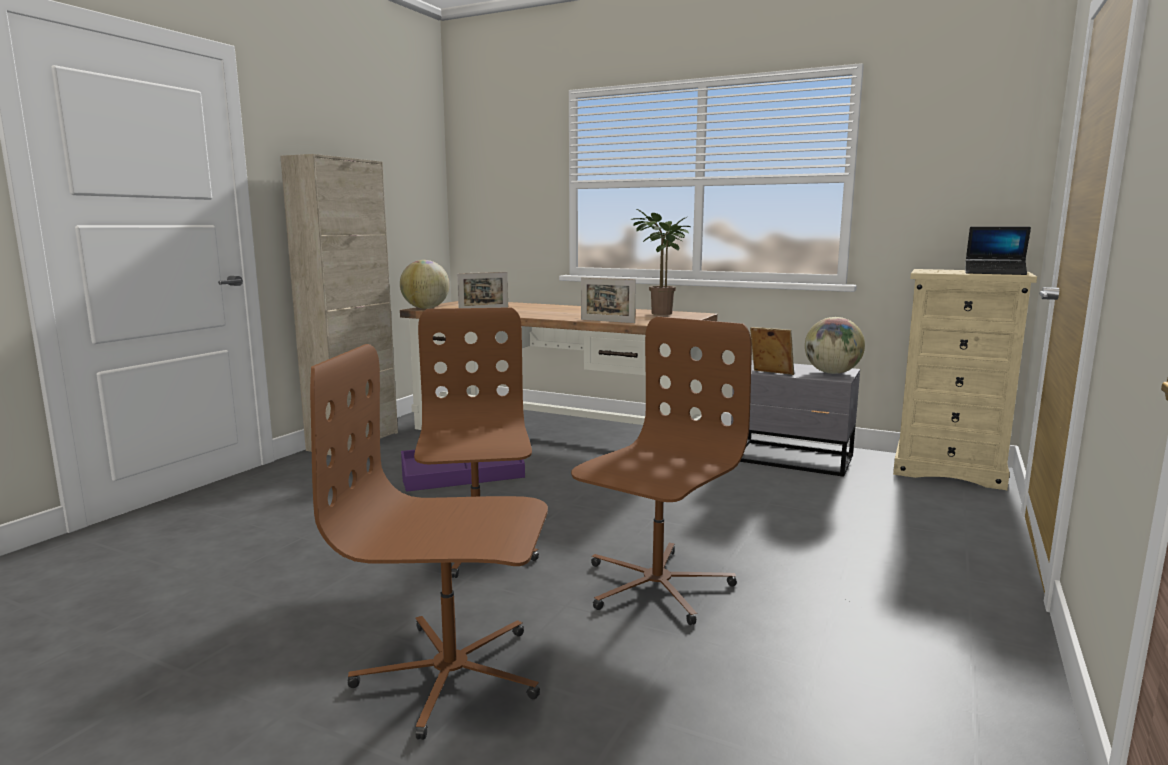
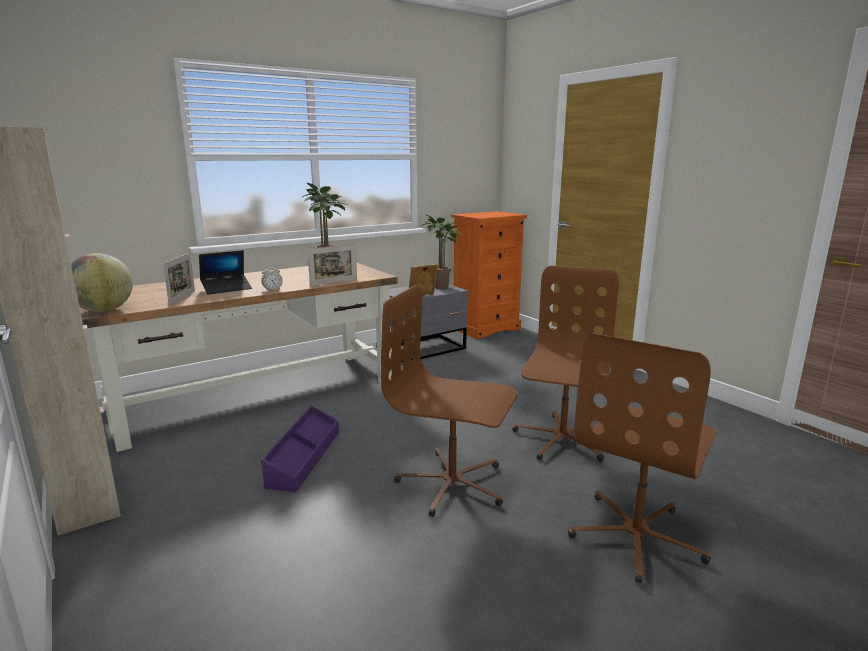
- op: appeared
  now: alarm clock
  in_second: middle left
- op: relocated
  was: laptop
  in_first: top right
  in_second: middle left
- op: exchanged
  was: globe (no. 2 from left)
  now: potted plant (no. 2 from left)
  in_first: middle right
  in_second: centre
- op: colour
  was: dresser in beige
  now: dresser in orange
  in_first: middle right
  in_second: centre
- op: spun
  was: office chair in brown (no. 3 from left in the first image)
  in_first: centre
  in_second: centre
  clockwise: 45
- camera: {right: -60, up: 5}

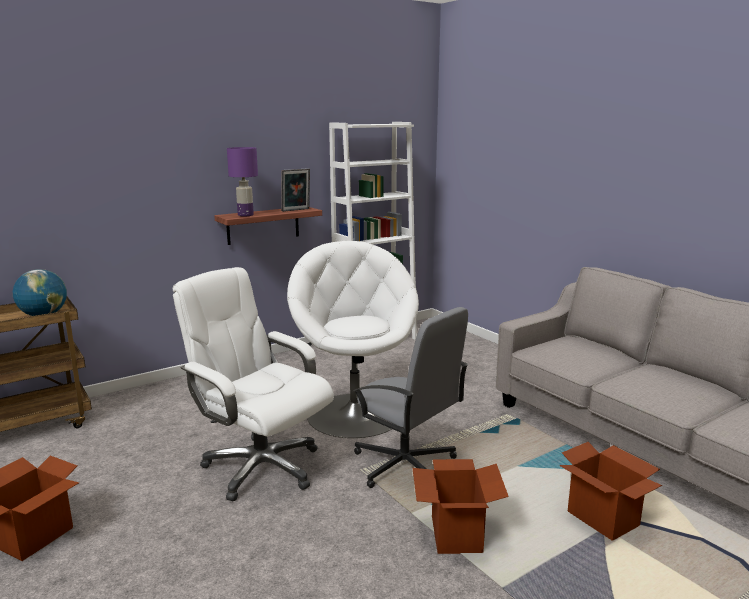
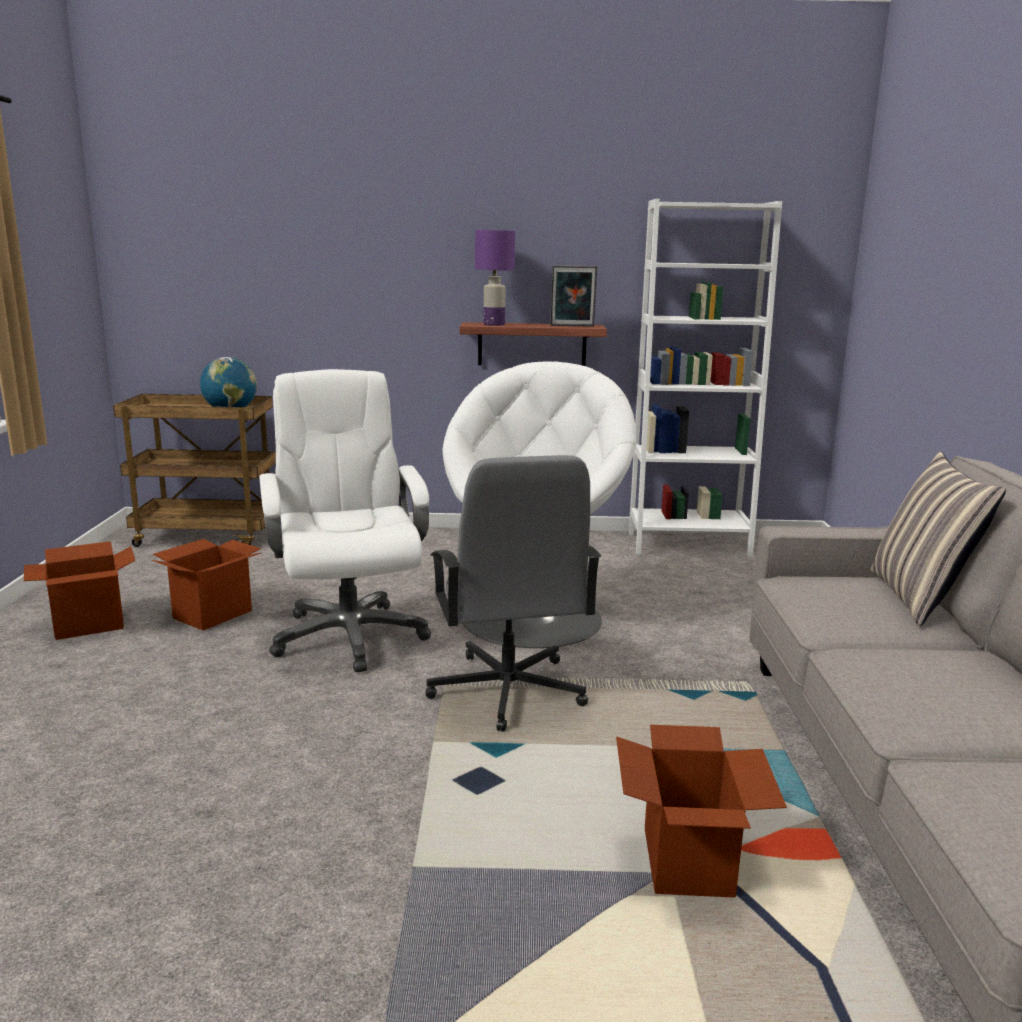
- op: appeared
  now: pillow
  in_second: middle right
- op: relocated
  was: cardboard box (no. 2 from left)
  in_first: bottom centre
  in_second: middle left
- camera: {right: 35, up: 0}

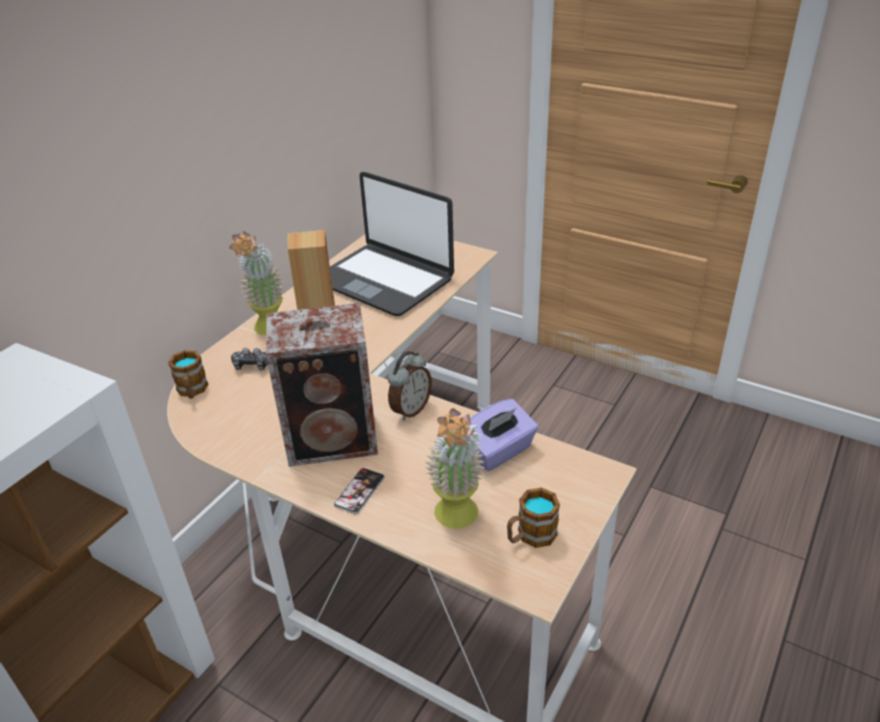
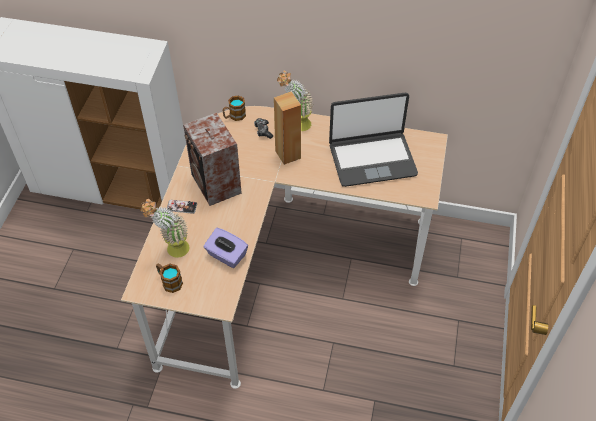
- op: missing
  was: alarm clock
  in_first: centre
- op: spun
  was: laptop
  in_first: centre
  in_second: top centre
  clockwise: -120
- camera: {right: 70, up: 15}

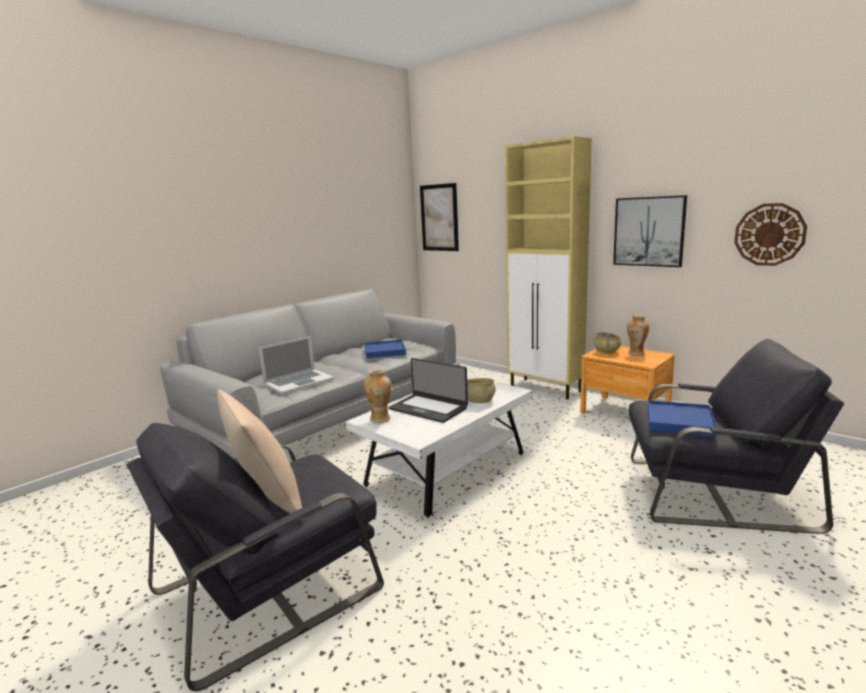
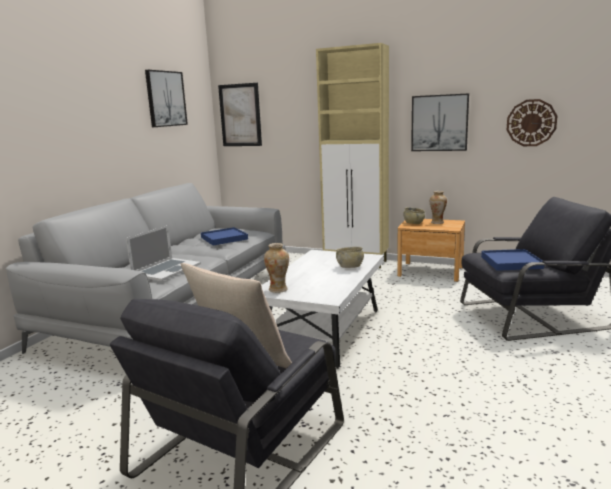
- op: missing
  was: laptop (no. 2 from left)
  in_first: centre
- op: appeared
  now: picture (no. 1 from left)
  in_second: top left
- camera: {right: -20, up: 0}

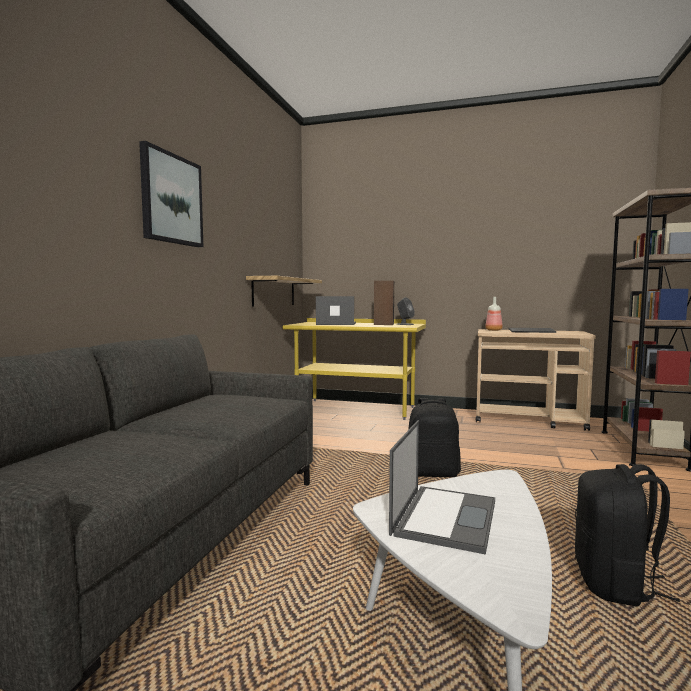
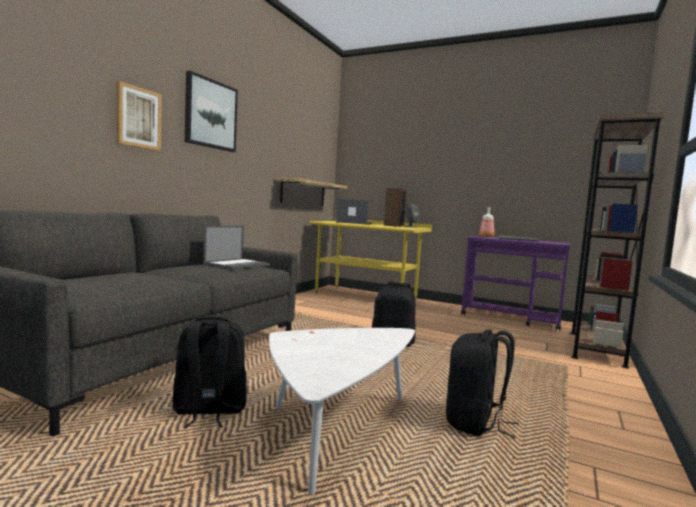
- op: appeared
  now: picture (no. 1 from left)
  in_second: top left
- op: appeared
  now: backpack in black (no. 1 from left)
  in_second: bottom left
- op: relocated
  was: laptop (no. 2 from left in the first image)
  now: laptop (no. 1 from left)
  in_first: bottom centre
  in_second: centre
- op: colour
  was: cart in beige
  now: cart in purple
  in_first: middle right
  in_second: middle right
- camera: {right: 10, up: 0}

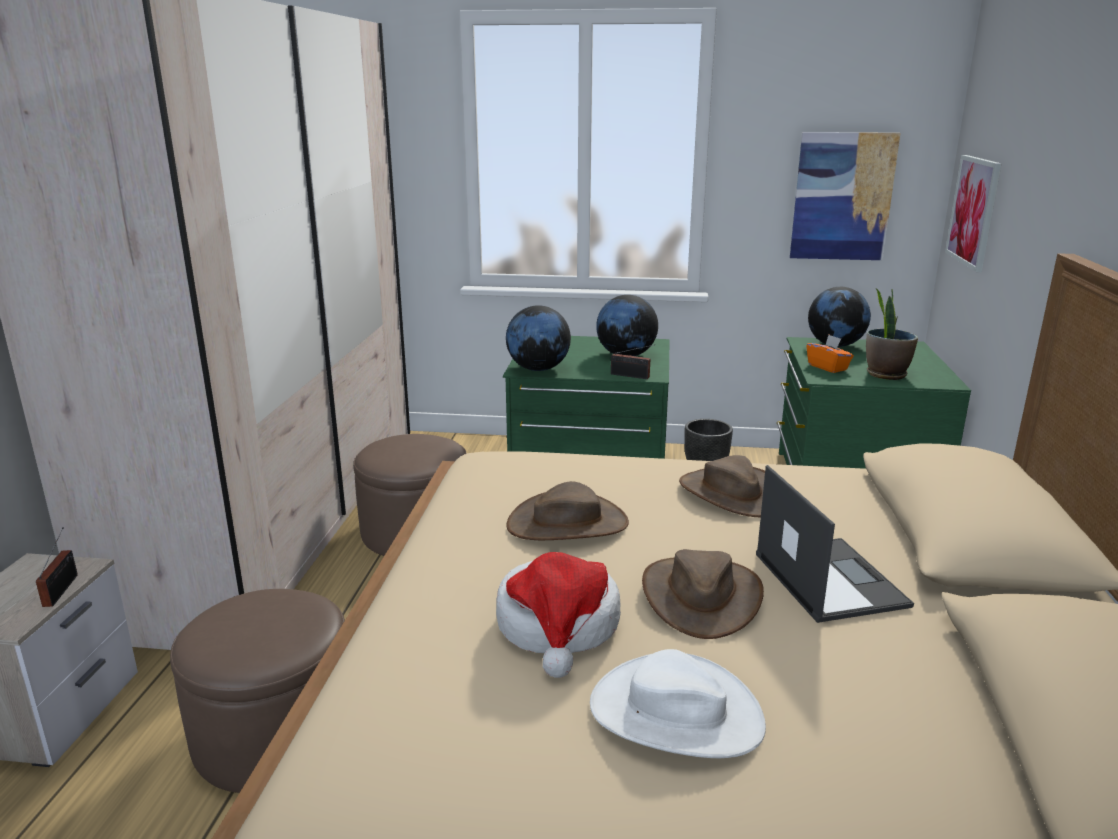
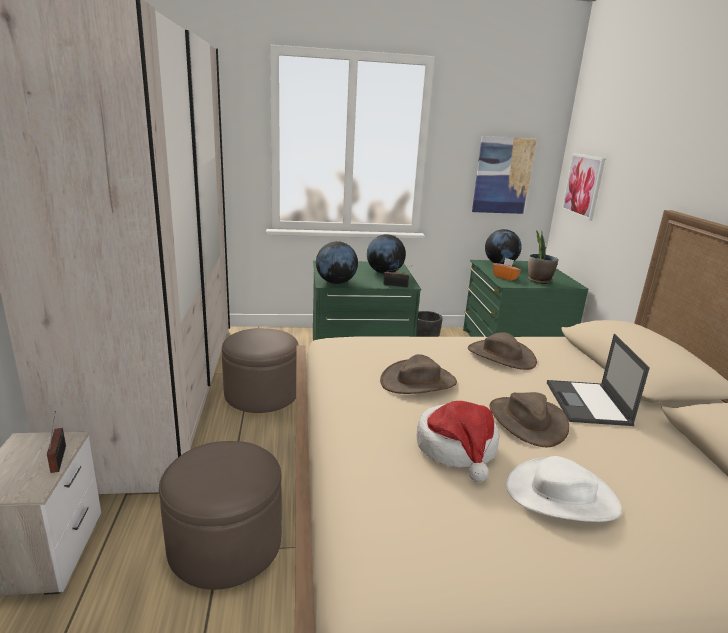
- op: spun
  was: laptop
  in_first: middle right
  in_second: middle right
  clockwise: -150
- camera: {right: -15, up: 0}

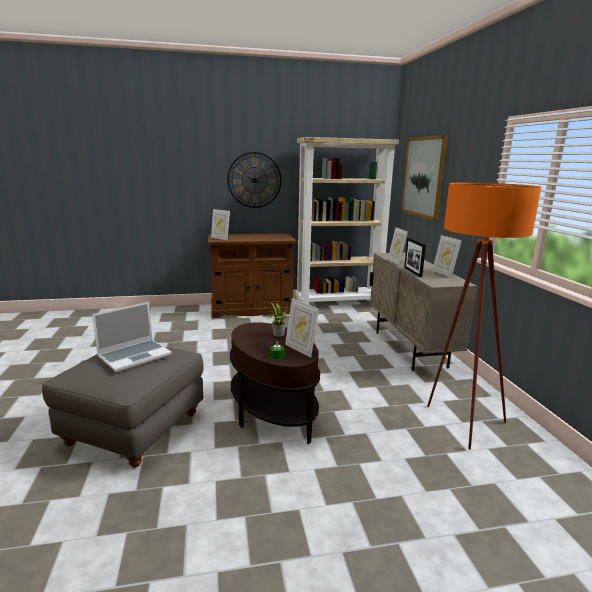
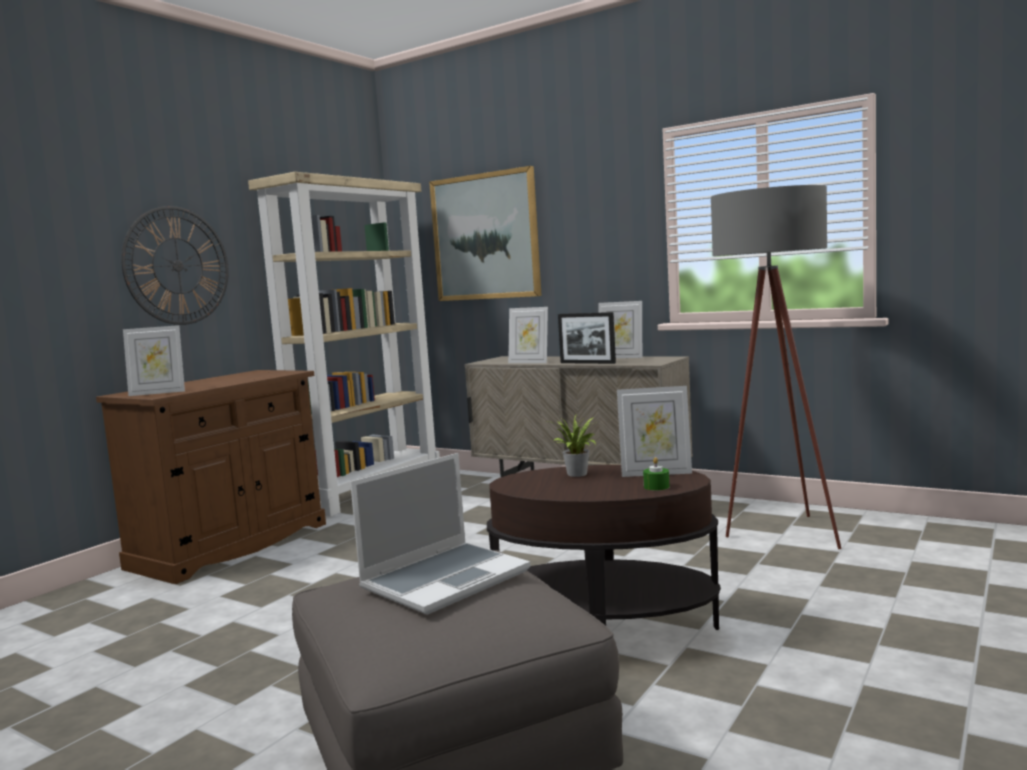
- op: colour
  was: floor lamp in orange
  now: floor lamp in grey
  in_first: middle right
  in_second: middle right
- op: spun
  was: laptop
  in_first: middle left
  in_second: bottom centre
  clockwise: 45
- camera: {right: -45, up: -10}

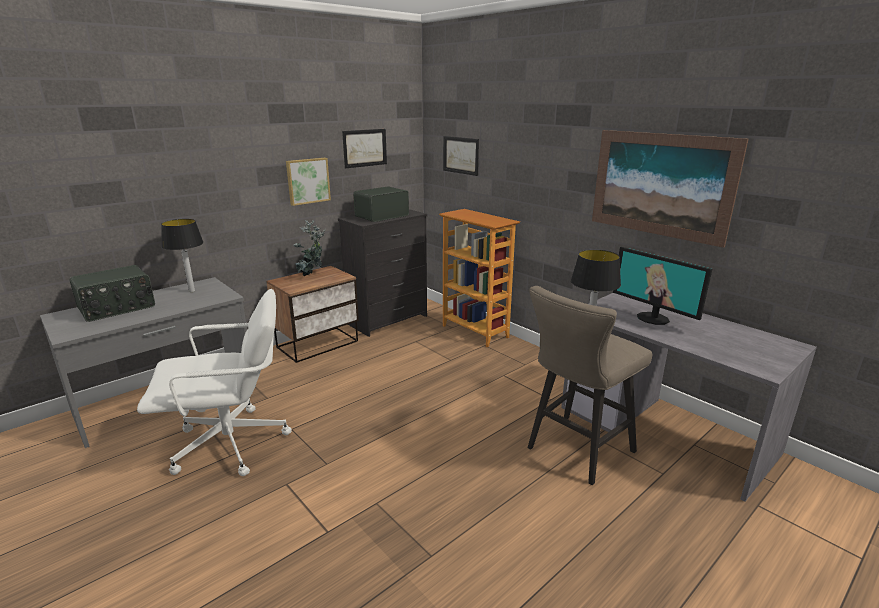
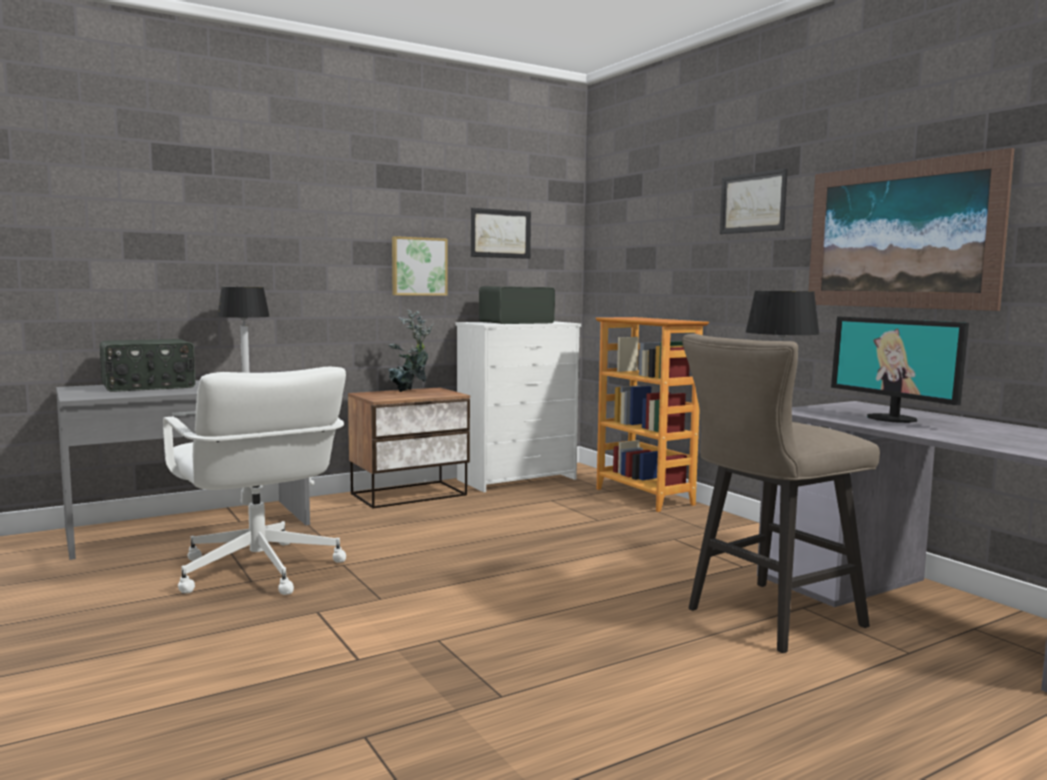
- op: relocated
  was: picture (no. 3 from left)
  in_first: top centre
  in_second: top right
- op: colour
  was: dresser in black
  now: dresser in white
  in_first: centre
  in_second: centre
- op: spun
  was: office chair in white
  in_first: middle left
  in_second: middle left
  clockwise: 60
- camera: {right: 10, up: -15}

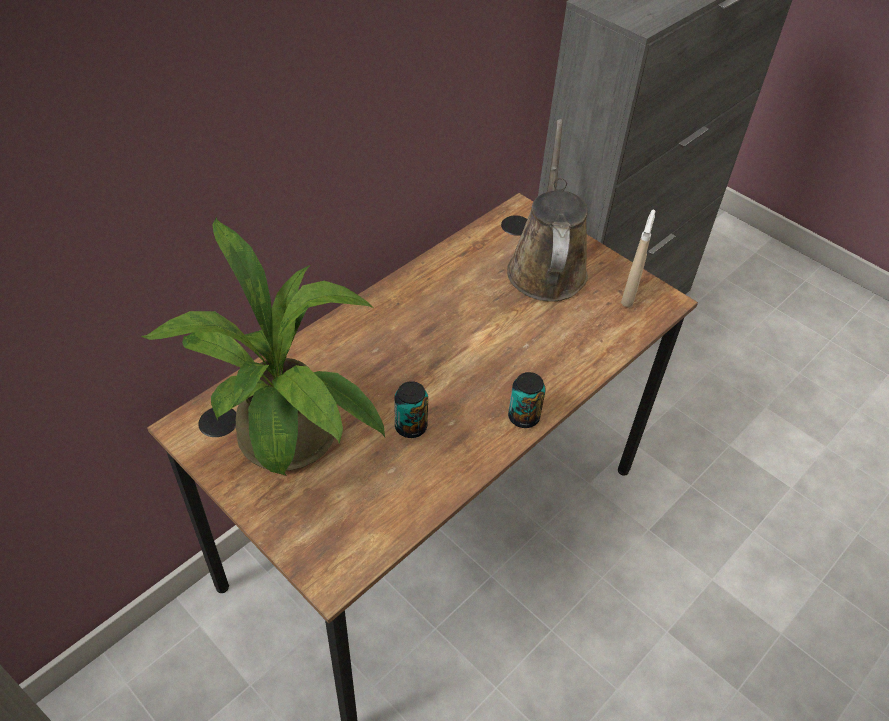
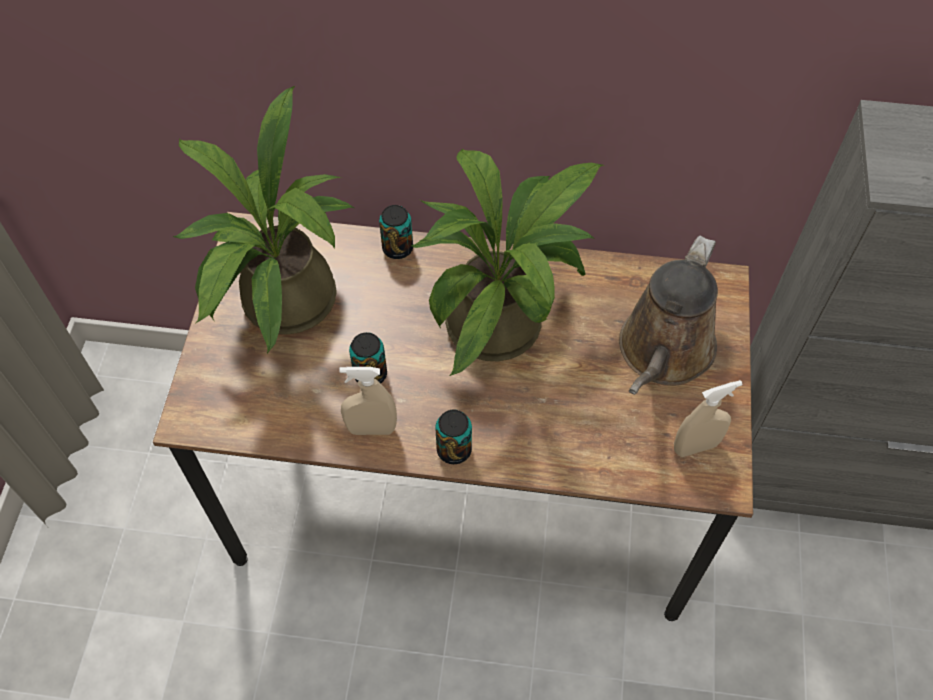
- op: appeared
  now: spray bottle in beige (no. 1 from left)
  in_second: centre
- op: appeared
  now: can (no. 2 from left)
  in_second: top centre
- op: appeared
  now: potted plant (no. 2 from left)
  in_second: centre
- op: spun
  was: watering can in brown
  in_first: top centre
  in_second: middle right
  clockwise: 150
- camera: {right: 55, up: 10}

